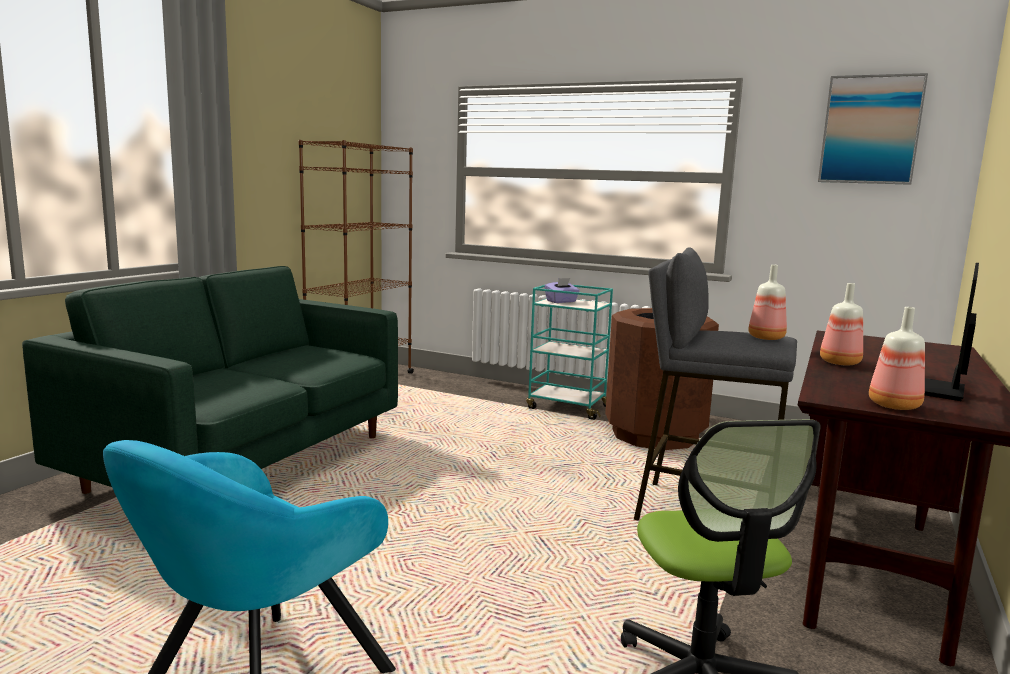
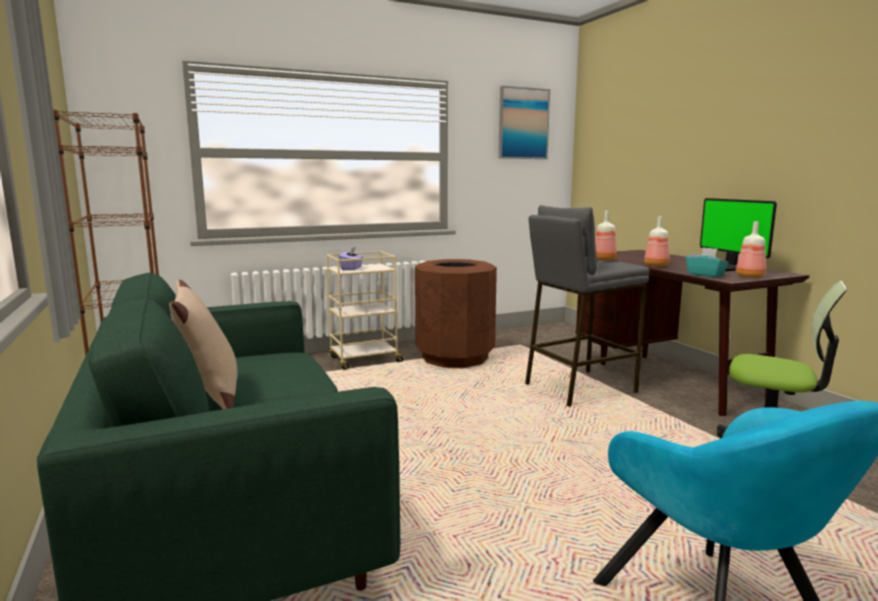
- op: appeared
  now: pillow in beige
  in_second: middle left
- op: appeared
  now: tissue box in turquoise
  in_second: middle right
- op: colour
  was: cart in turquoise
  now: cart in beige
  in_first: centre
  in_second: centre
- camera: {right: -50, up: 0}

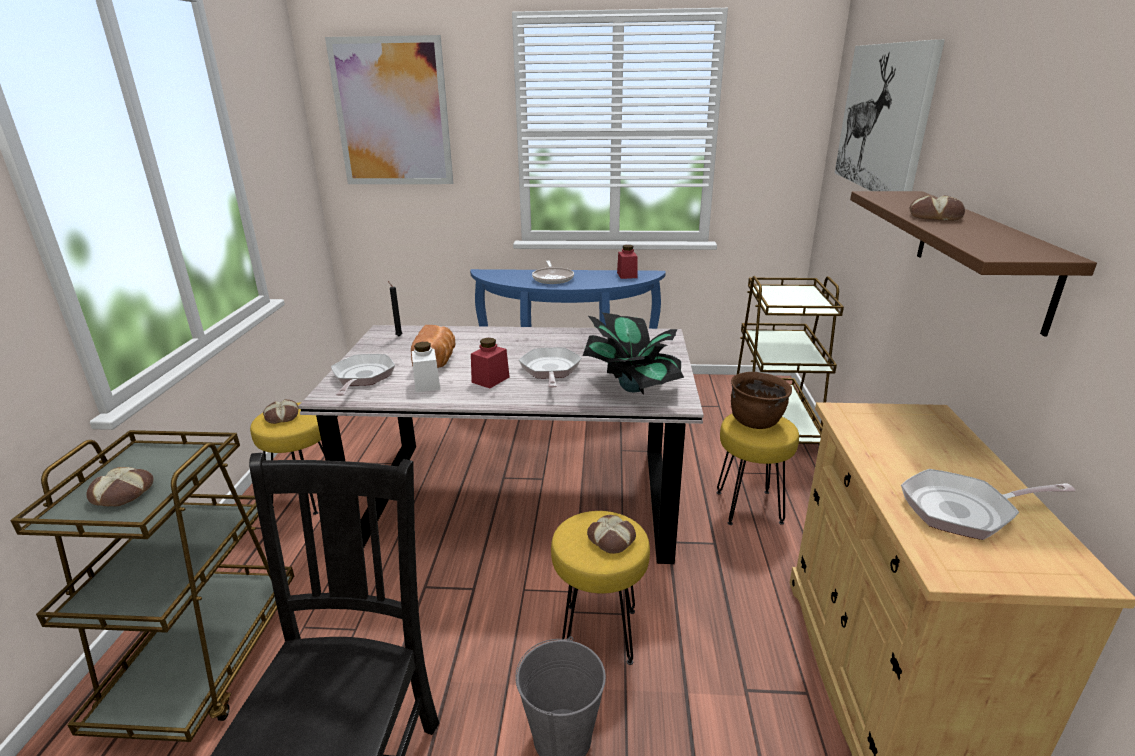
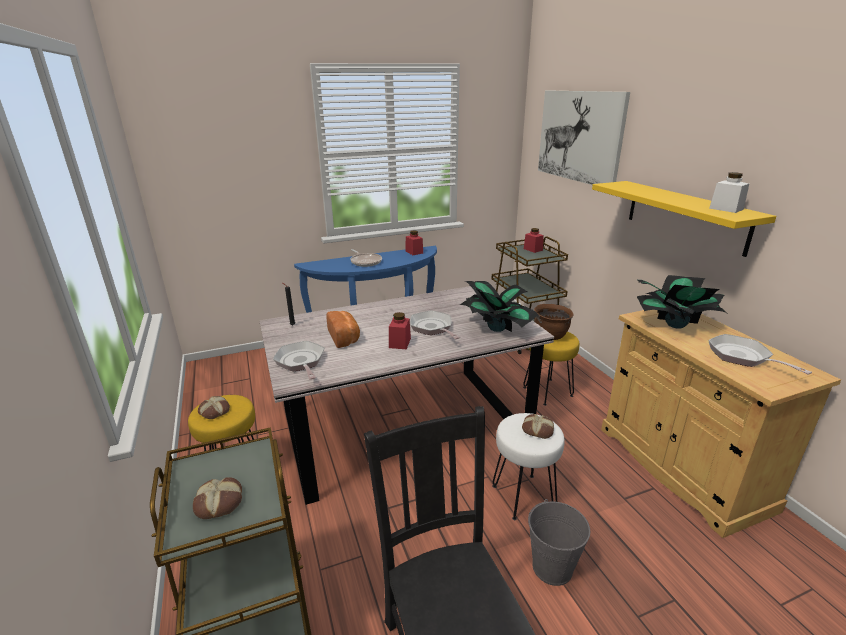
- op: missing
  was: picture (no. 1 from left)
  in_first: top centre
- op: missing
  was: bread (no. 5 from left)
  in_first: top right
- op: appeared
  now: jar in red (no. 3 from left)
  in_second: centre
- op: appeared
  now: potted plant (no. 2 from left)
  in_second: middle right
- op: relocated
  was: jar in white
  in_first: centre
  in_second: top right
- op: colour
  was: stool in yellow (no. 2 from left)
  now: stool in white
  in_first: bottom centre
  in_second: bottom centre
- op: colour
  was: shelf in brown
  now: shelf in yellow
  in_first: middle right
  in_second: middle right
- op: spun
  was: frying pan (no. 4 from left)
  in_first: bottom right
  in_second: middle right
  clockwise: 90
- camera: {right: -25, up: 0}

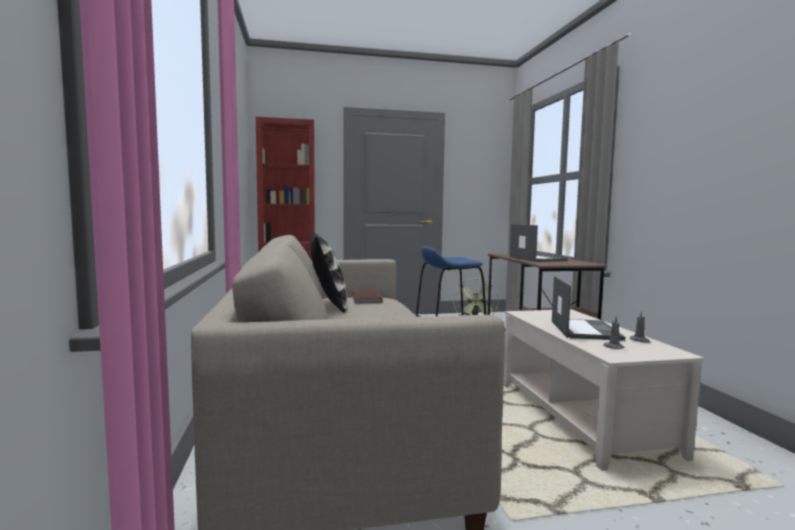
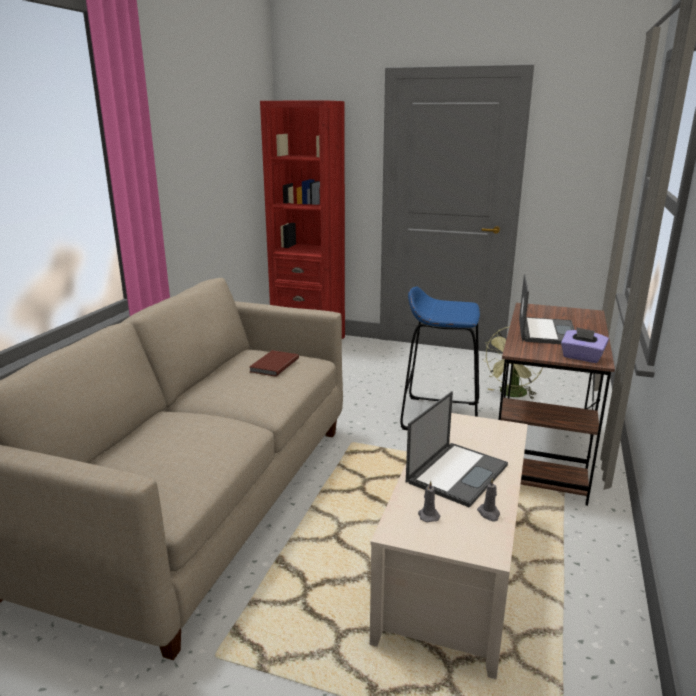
- op: missing
  was: pillow
  in_first: centre
- op: appeared
  now: tissue box in purple
  in_second: middle right
- camera: {right: 30, up: 15}

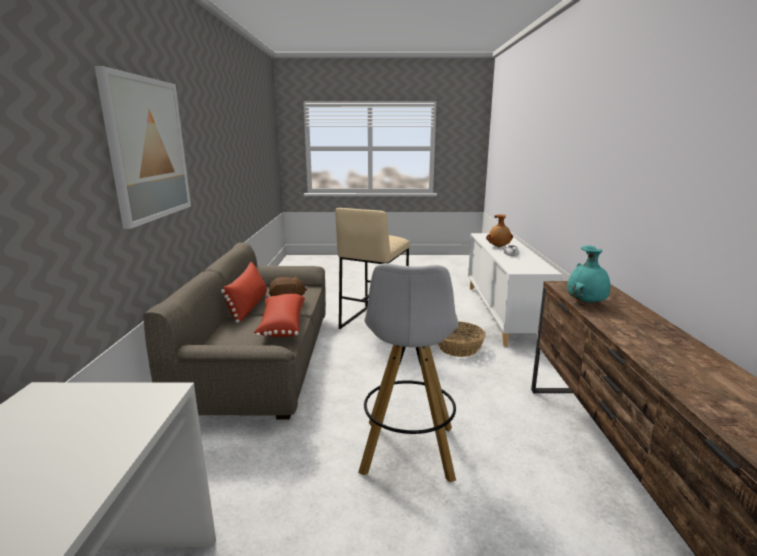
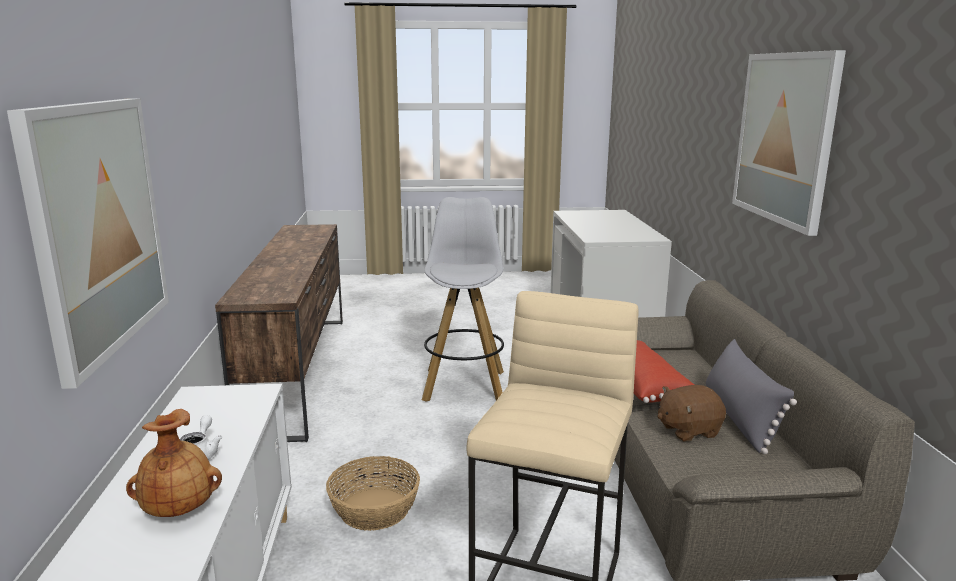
- op: missing
  was: vase in turquoise
  in_first: middle right
- op: appeared
  now: picture (no. 1 from left)
  in_second: middle left
- op: colour
  was: pillow in red (no. 1 from left)
  now: pillow in grey
  in_first: middle left
  in_second: bottom right
- camera: {right: 175, up: 0}

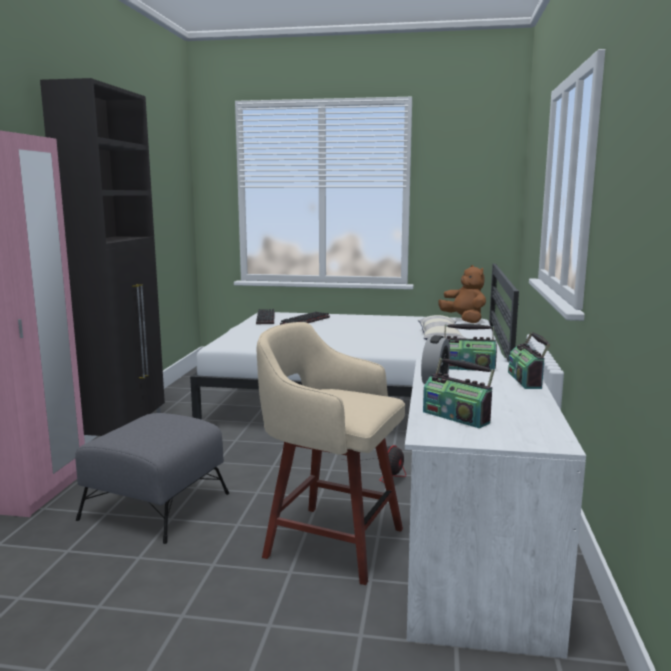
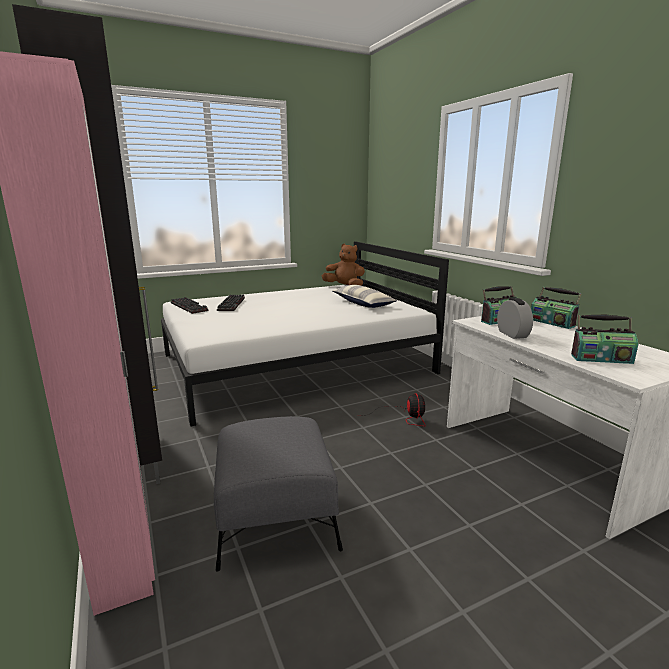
- op: missing
  was: stool in beige
  in_first: bottom centre
- camera: {right: -35, up: 5}

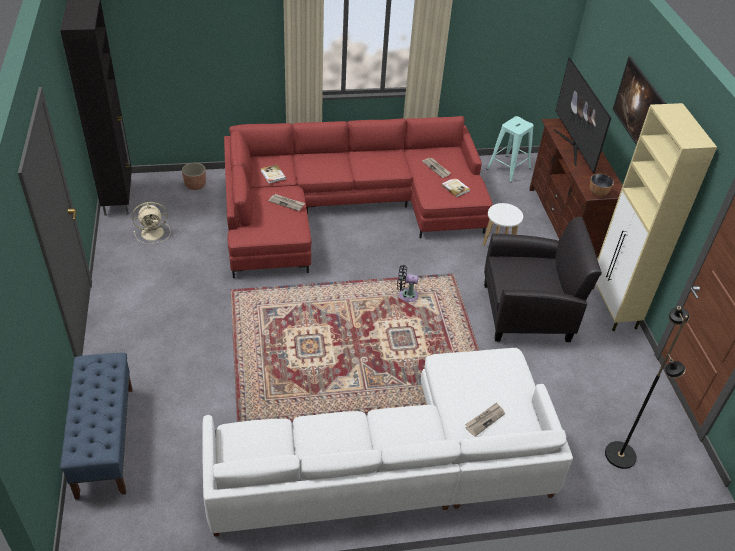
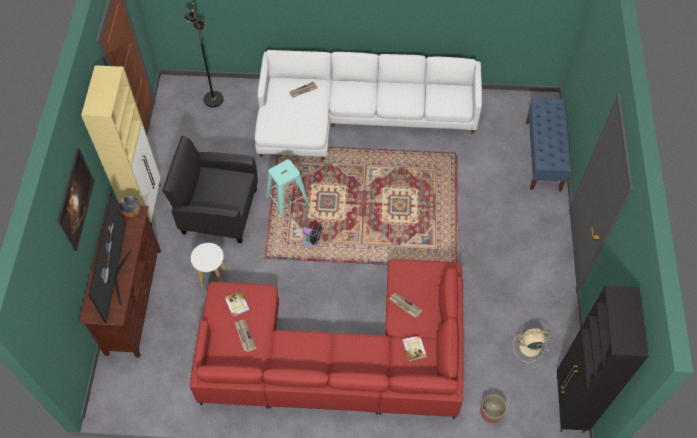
- op: relocated
  was: stool in turquoise
  in_first: top right
  in_second: centre
- camera: {right: -165, up: 15}

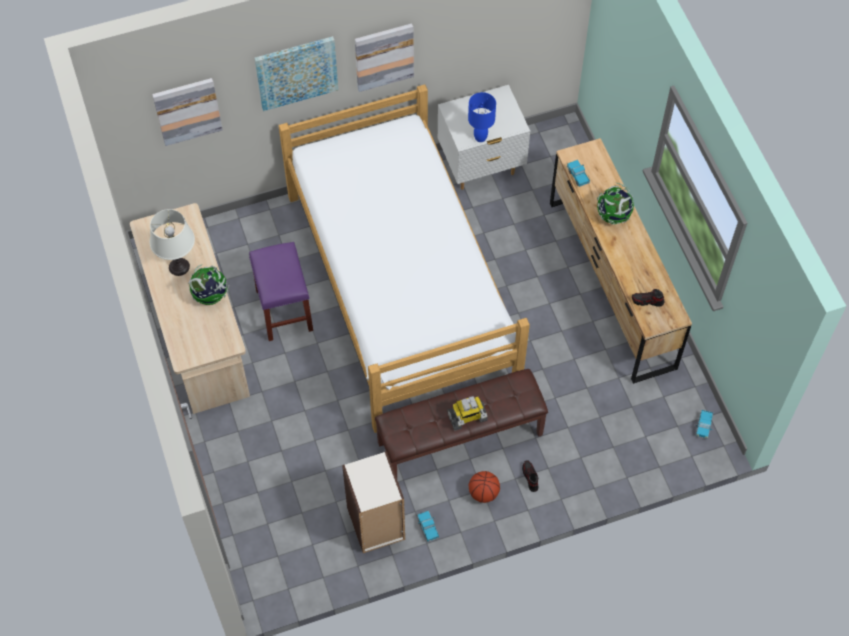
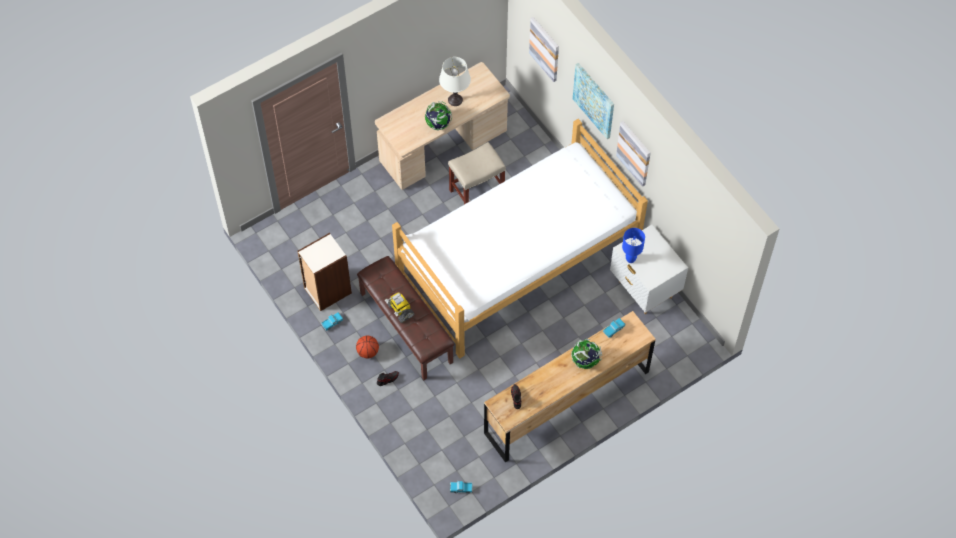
- op: colour
  was: stool in purple
  now: stool in beige
  in_first: middle left
  in_second: top centre
- camera: {right: 75, up: 0}

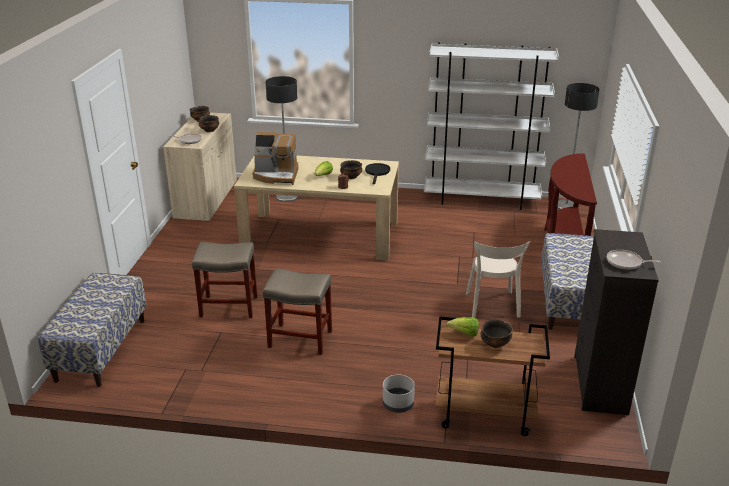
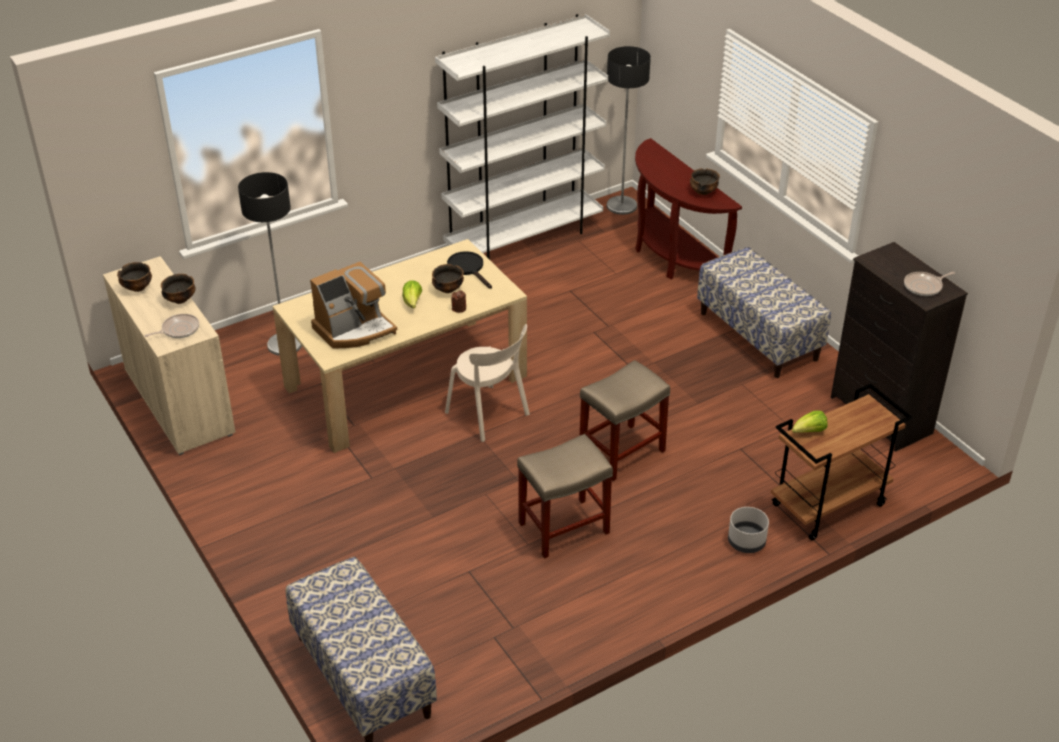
- op: relocated
  was: stool in beige (no. 1 from left in the first image)
  now: stool in beige (no. 2 from left)
  in_first: middle left
  in_second: centre
- op: relocated
  was: chair in beige
  in_first: middle right
  in_second: centre
- op: relocated
  was: bowl (no. 4 from left)
  in_first: bottom right
  in_second: top centre
- camera: {right: -40, up: 10}

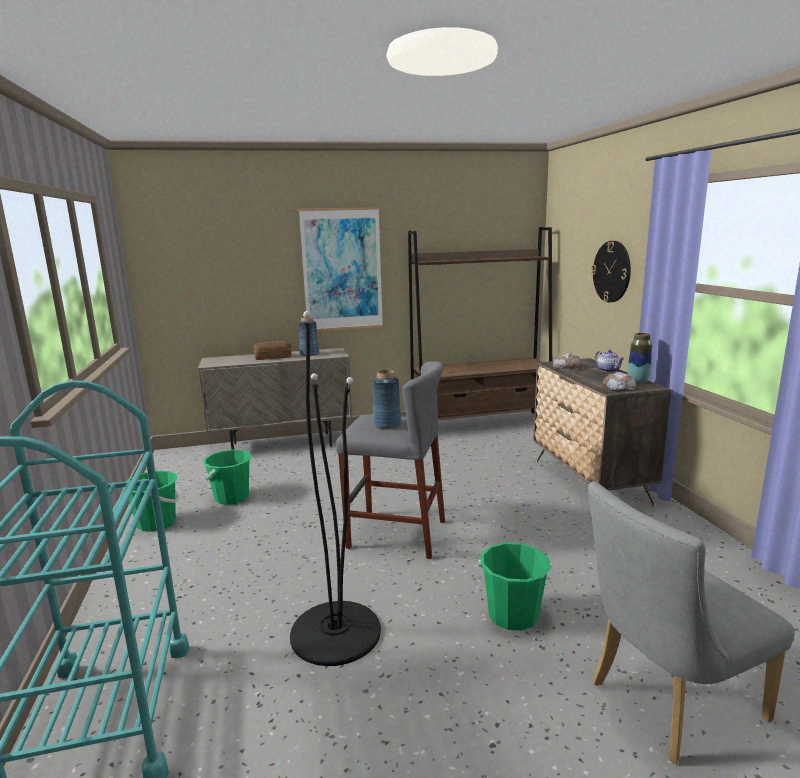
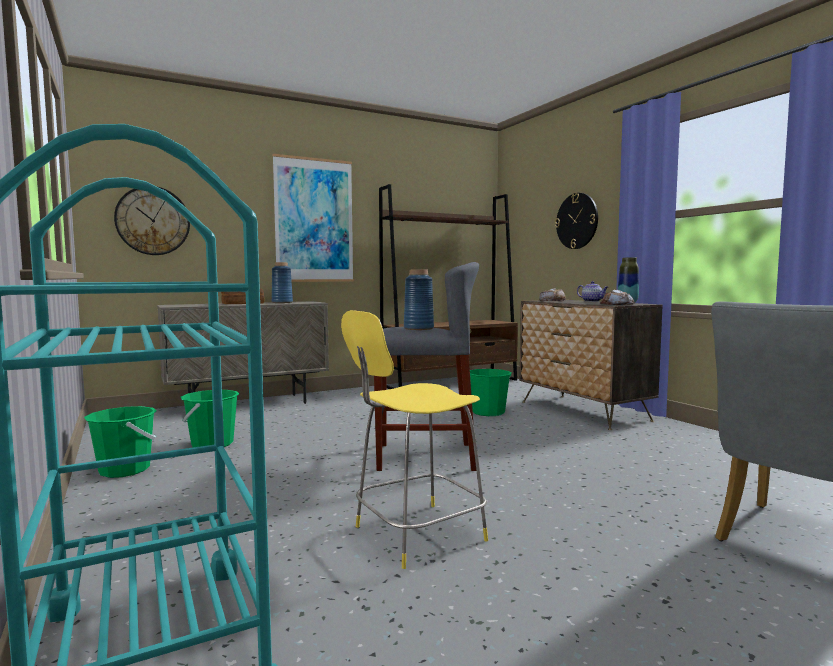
- op: appeared
  now: wall clock (no. 1 from left)
  in_second: top left
- op: relocated
  was: bucket in green (no. 3 from left)
  in_first: bottom centre
  in_second: centre
- op: exchanged
  was: floor lamp in black
  now: stool in yellow
  in_first: centre
  in_second: centre
- camera: {right: -15, up: -10}

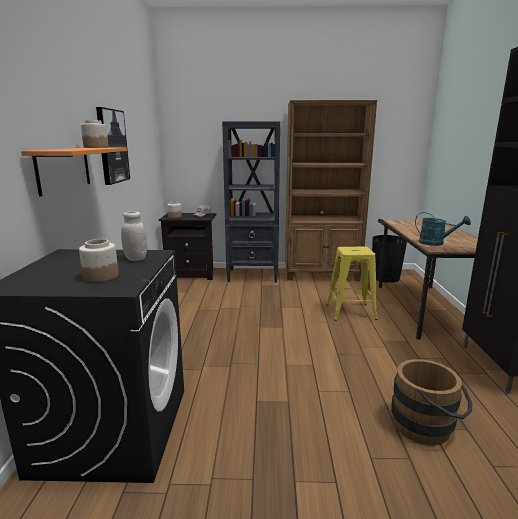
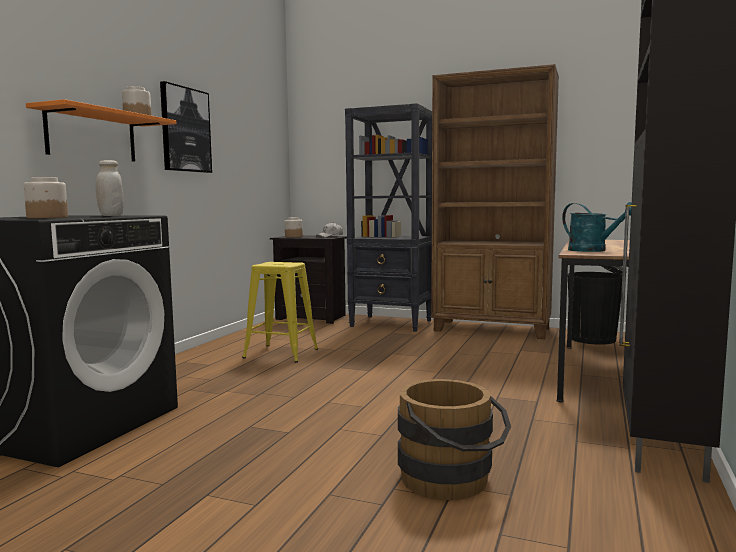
- op: relocated
  was: stool in yellow
  in_first: middle right
  in_second: centre
- camera: {right: 20, up: -10}

